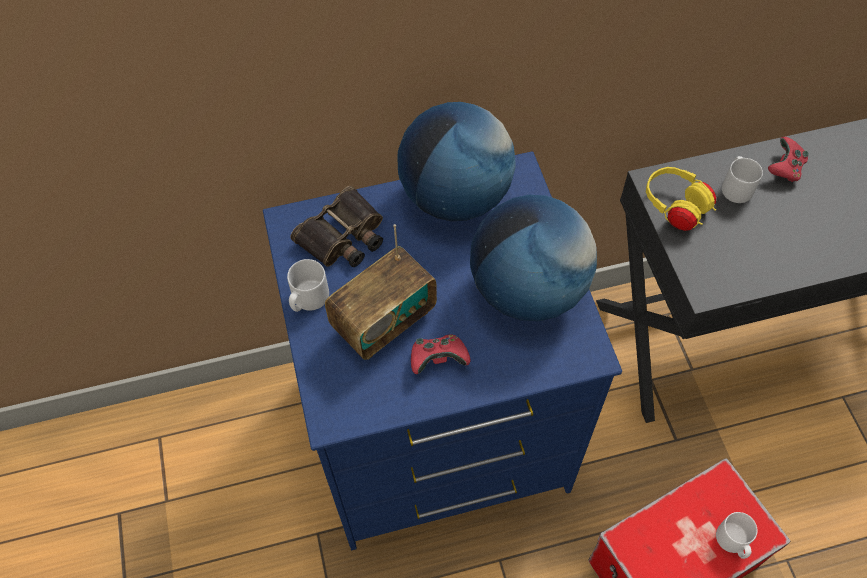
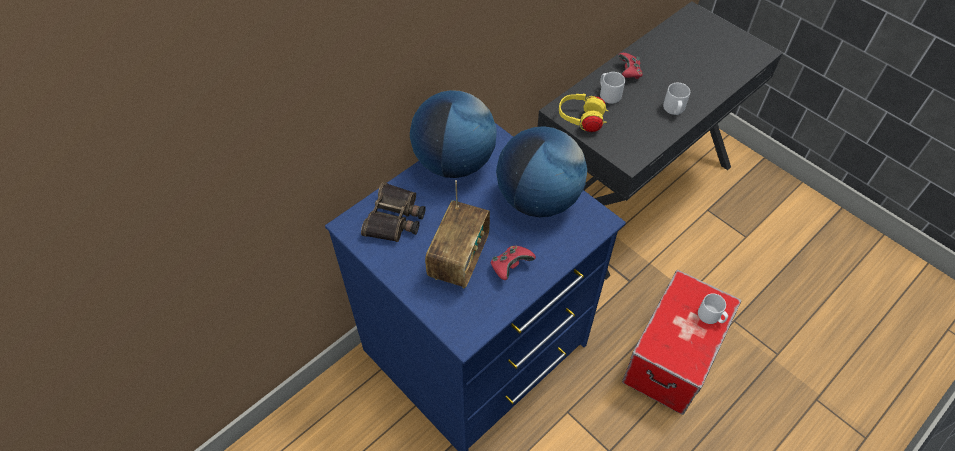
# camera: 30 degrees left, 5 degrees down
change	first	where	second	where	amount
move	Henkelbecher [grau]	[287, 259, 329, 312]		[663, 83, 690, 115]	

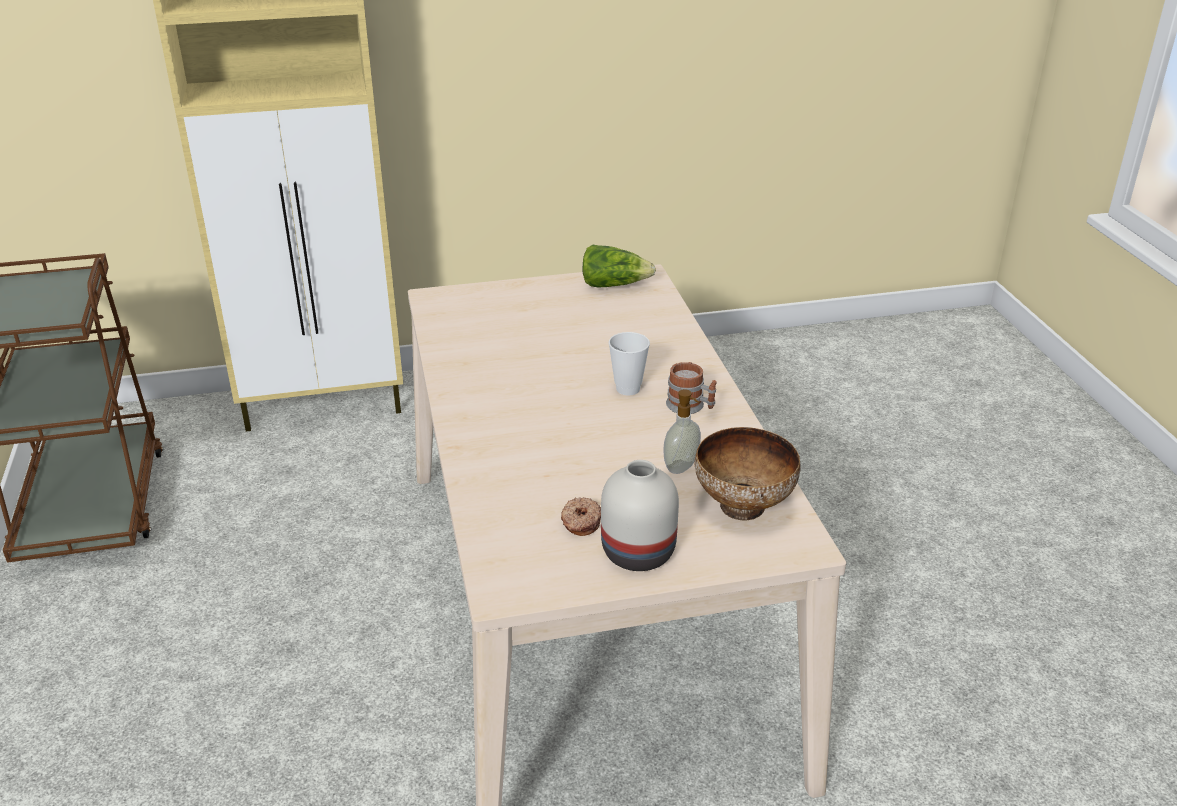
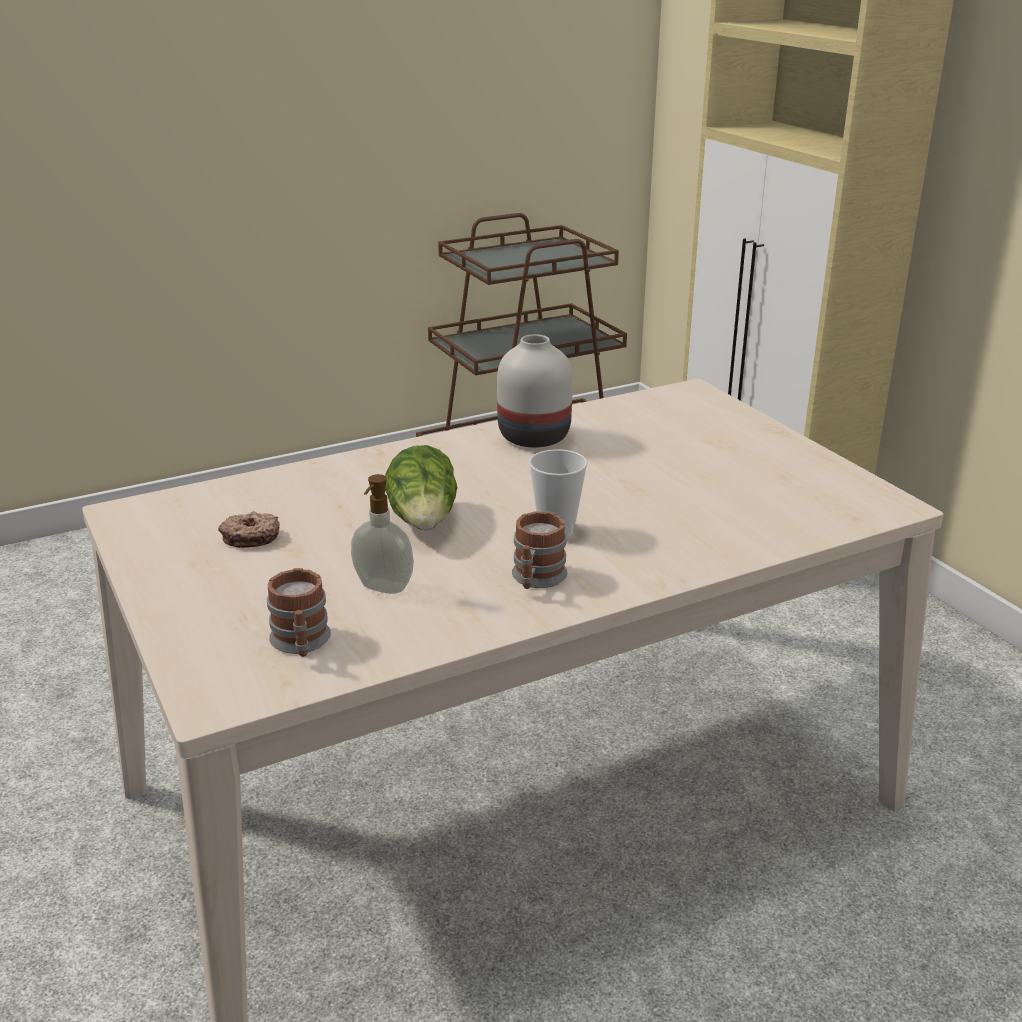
# camera: 75 degrees right, 5 degrees down
change	first	where	second	where	amount
move	Salatkopf	[583, 245, 656, 287]		[385, 445, 457, 530]	
move	Vase [weiß]	[601, 460, 679, 571]		[497, 334, 573, 447]	
replace	Schüssel	[694, 427, 801, 520]	Henkelbecher	[267, 568, 331, 657]	

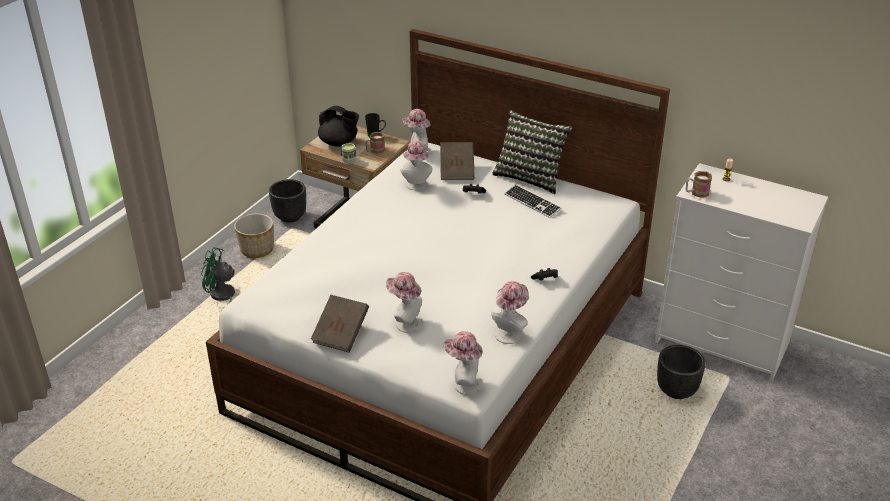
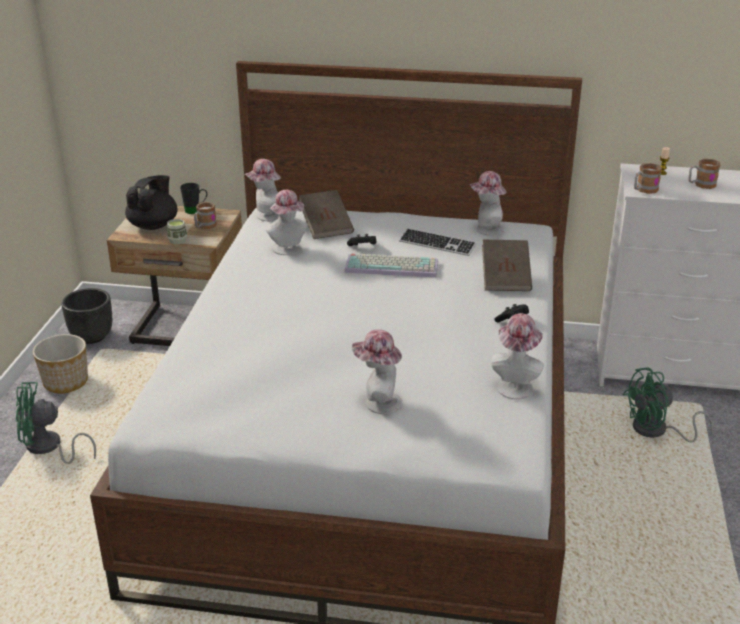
# camera: 20 degrees left, 5 degrees down
change	first	where	second	where	amount
move	Buch [braun]	[311, 295, 369, 353]		[482, 240, 532, 291]	
rotate	Teekanne [schwarz]	[318, 106, 359, 147]		[125, 175, 178, 230]	75 degrees counterclockwise
move	Hut	[444, 331, 483, 395]		[470, 171, 506, 236]	
delete	Kissen	[492, 110, 573, 194]			
replace	Pflanzkübel [schwarz]	[657, 345, 706, 399]	Ventilator [grün]	[623, 367, 713, 442]	
insert			Tastatur	[344, 253, 438, 277]	
insert			Henkelbecher	[688, 159, 720, 189]	

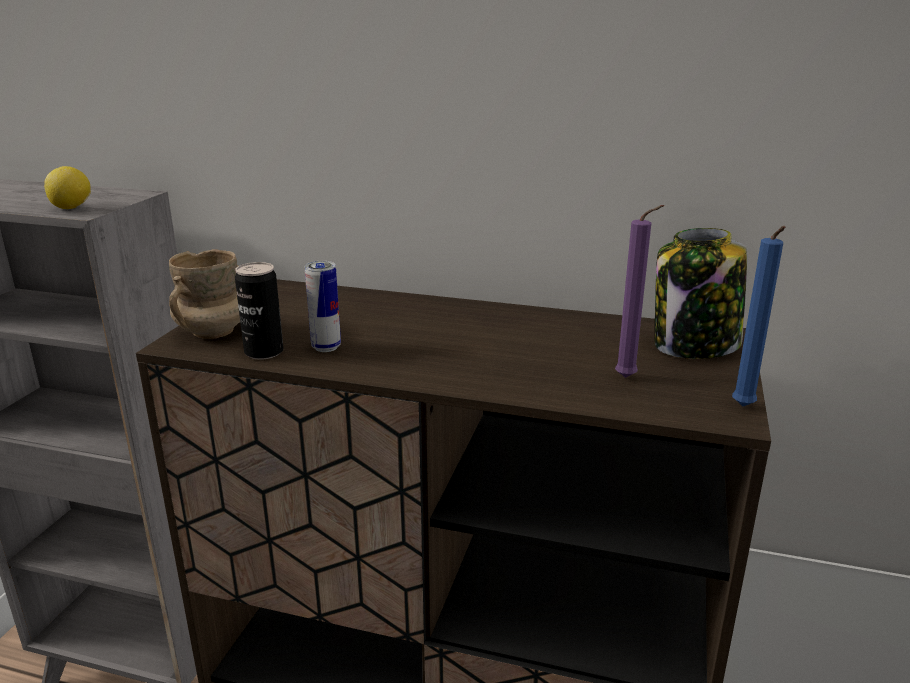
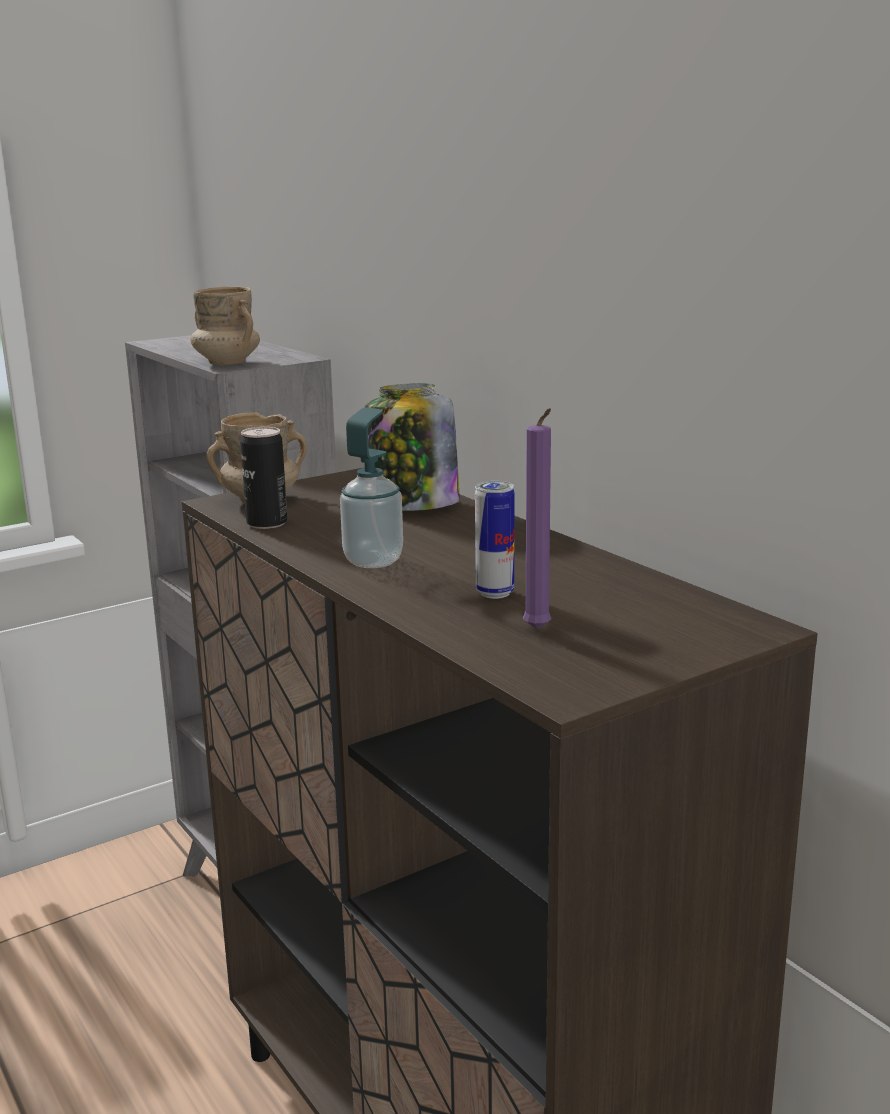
# camera: 40 degrees right, 5 degrees down
change	first	where	second	where	amount
replace	Zitrone	[44, 166, 91, 209]	Henkelbecher [beige]	[190, 286, 260, 365]	
move	Dose	[305, 261, 341, 352]		[475, 481, 515, 599]	
move	Vorratsglas	[655, 228, 747, 359]		[365, 383, 460, 511]	
delete	Kerze [blau]	[732, 226, 785, 406]			
insert			Seifenspender	[340, 407, 403, 568]	

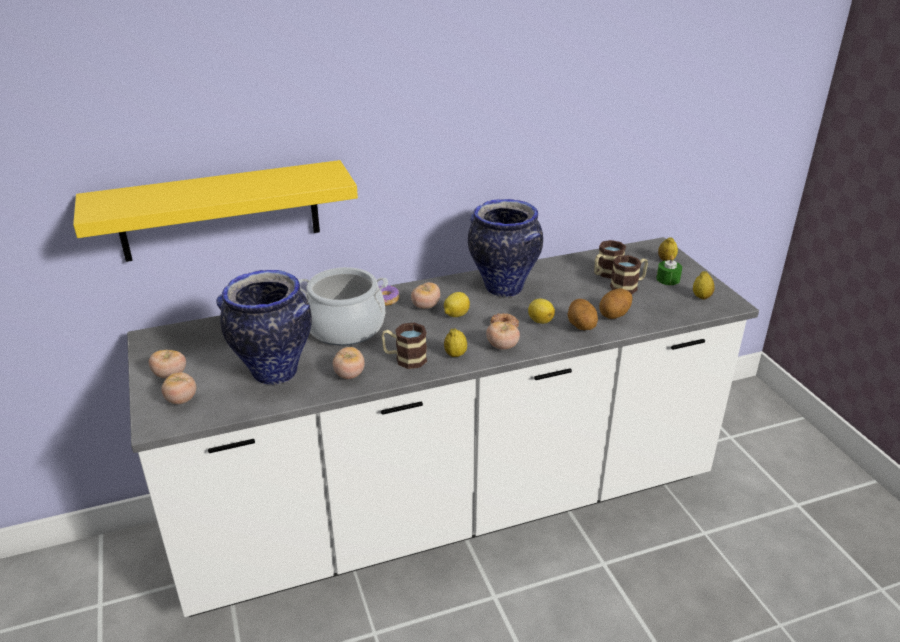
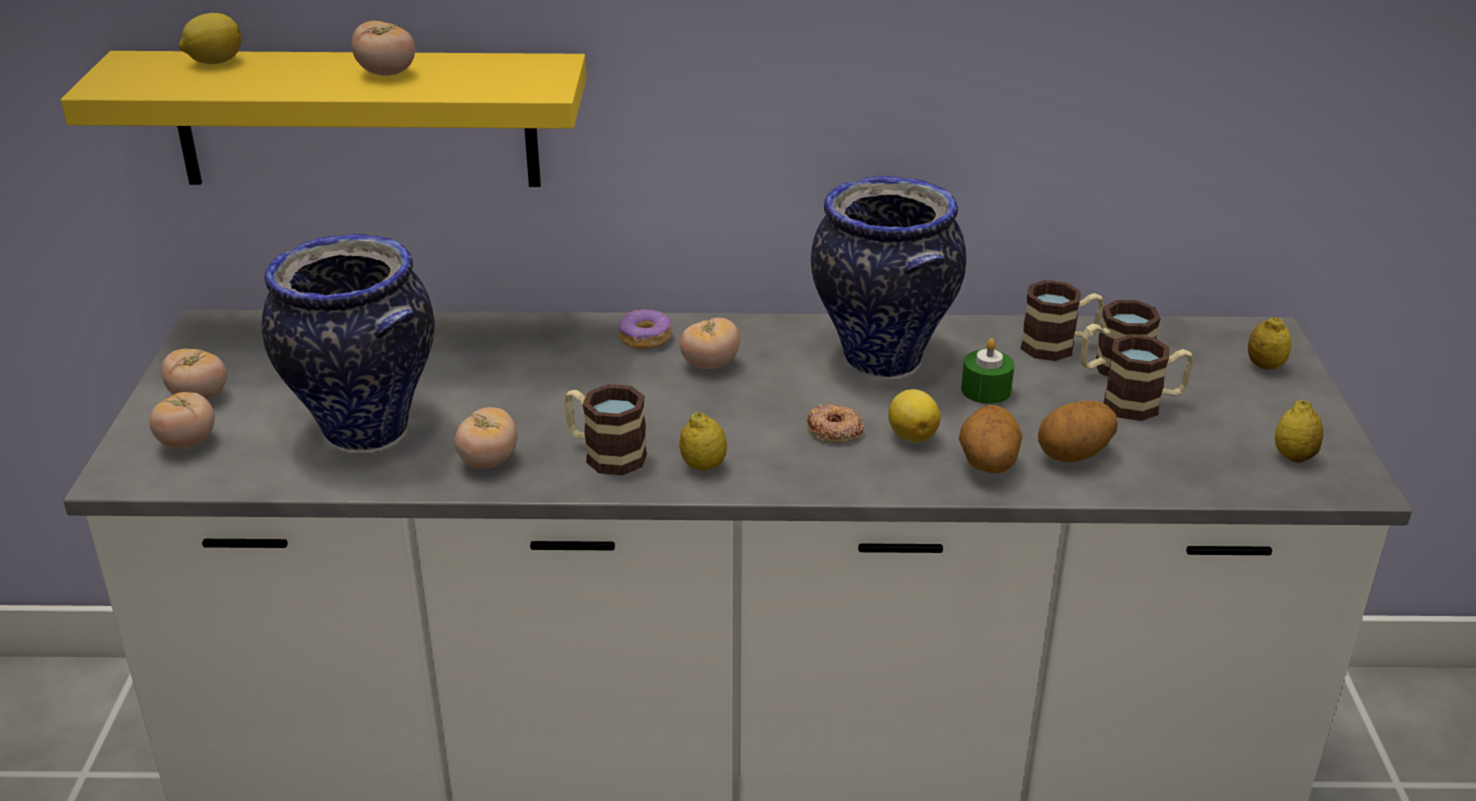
# camera: 20 degrees right, 0 degrees up
change	first	where	second	where	amount
delete	Kochtopf	[298, 267, 388, 346]			
move	Zitrone	[444, 292, 470, 317]		[179, 13, 241, 64]	
move	Tomate	[486, 322, 520, 350]		[352, 21, 415, 76]	
move	Kerze [grün]	[656, 255, 682, 285]		[961, 338, 1014, 404]	
insert			Henkelbecher	[1020, 280, 1104, 361]	

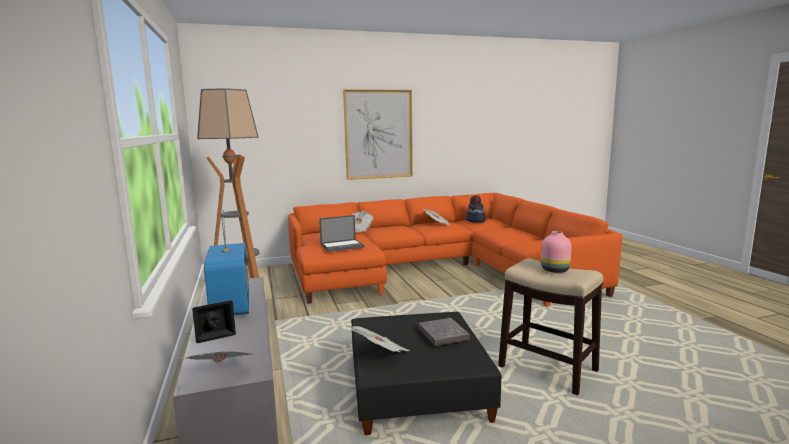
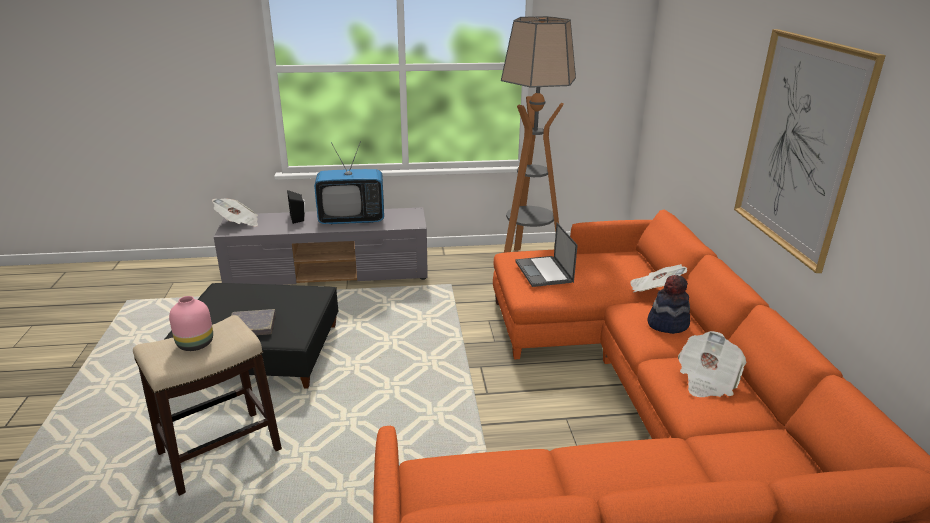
# camera: 100 degrees right, 15 degrees up
change	first	where	second	where	amount
delete	Zeitung	[350, 326, 410, 353]			
move	Hut	[466, 195, 486, 223]		[647, 275, 690, 334]	

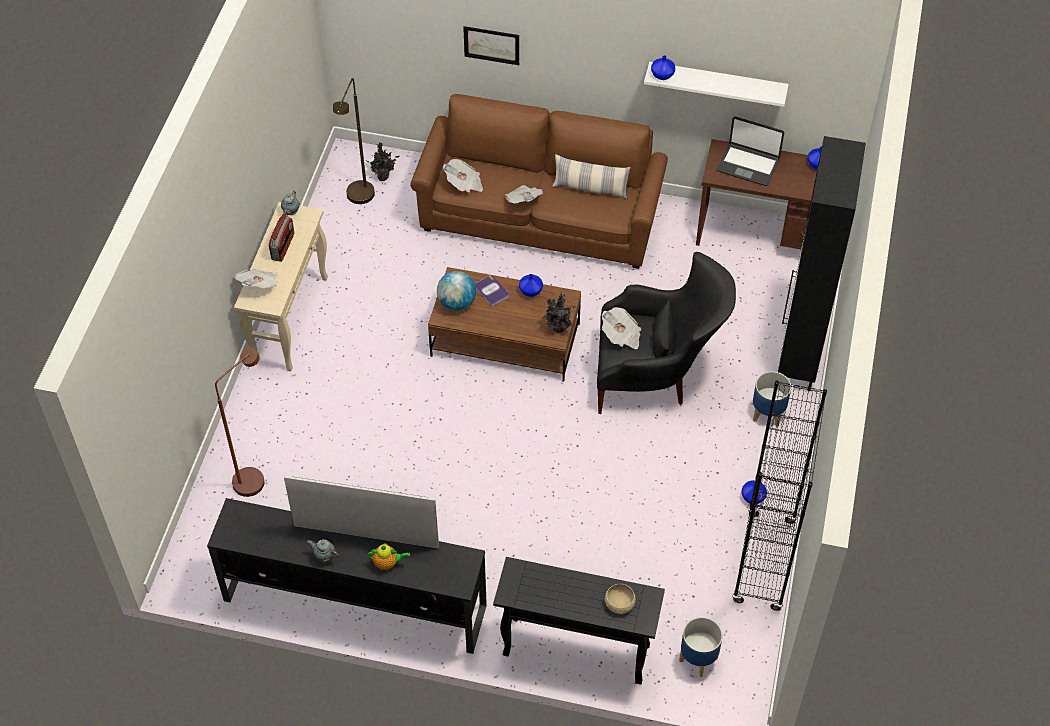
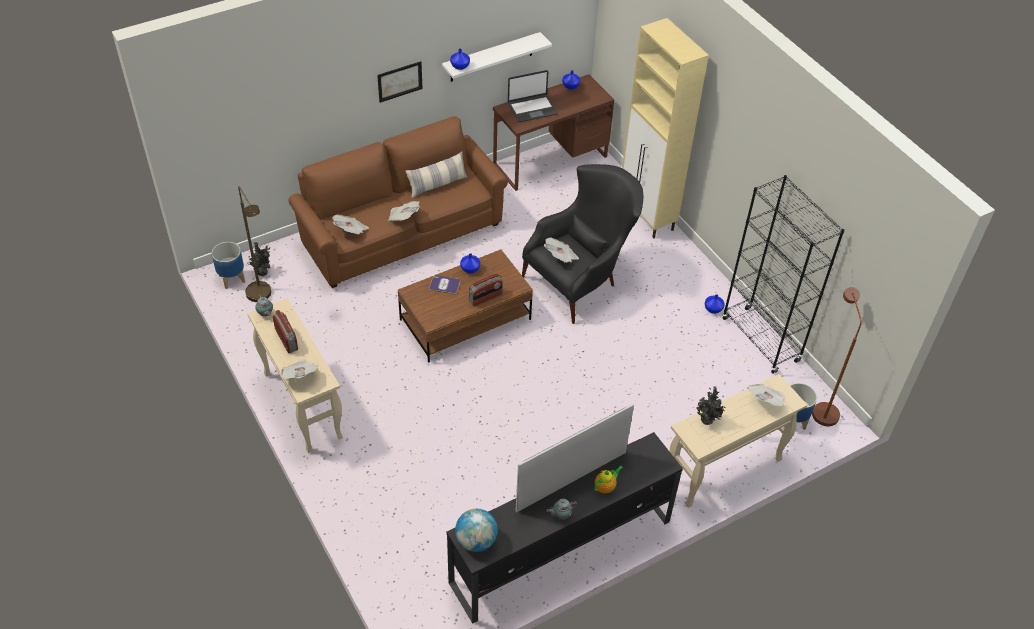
# camera: 45 degrees left, 5 degrees down
change	first	where	second	where	amount
move	Stehlampe [braun]	[215, 348, 265, 497]		[812, 287, 862, 426]	
move	Globus	[437, 271, 476, 311]		[455, 509, 498, 552]	
move	Bild	[463, 26, 519, 65]		[377, 61, 423, 103]	
recolor	Konsolentisch [schwarz]	[493, 557, 665, 685]	Konsolentisch [beige]	[669, 374, 807, 508]	
move	Topfpflanze	[542, 293, 576, 333]		[696, 386, 725, 425]	
replace	Schüssel [beige]	[605, 584, 636, 614]	Zeitung	[748, 384, 785, 406]	
move	Pflanzkübel	[753, 371, 791, 427]		[212, 242, 245, 289]	
recolor	Schrank [schwarz]	[778, 136, 866, 391]	Schrank [beige]	[622, 18, 709, 239]	
insert			Radio	[469, 273, 503, 306]	

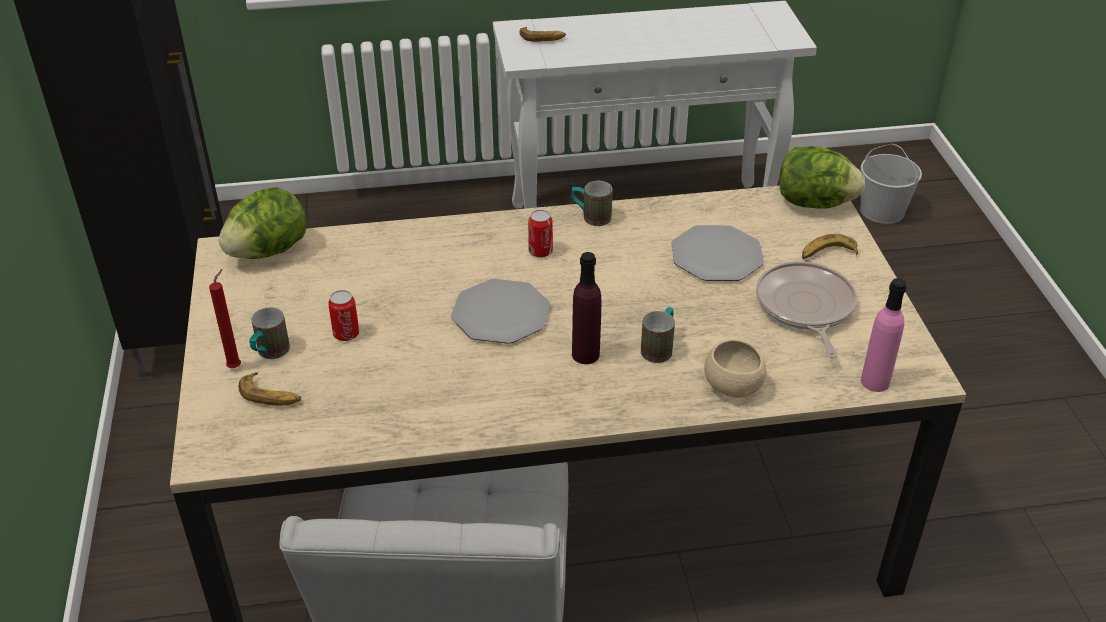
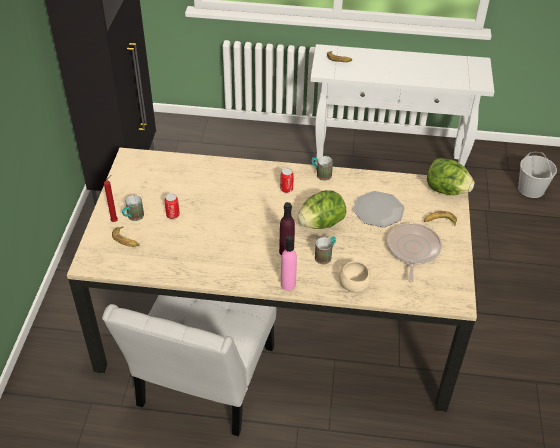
# camera: 15 degrees right, 5 degrees up
change	first	where	second	where	amount
move	Salatkopf	[219, 187, 307, 259]		[297, 190, 346, 229]	
delete	Teller	[451, 279, 551, 344]			
move	Flasche [rosa]	[861, 278, 907, 392]		[281, 235, 297, 291]	

